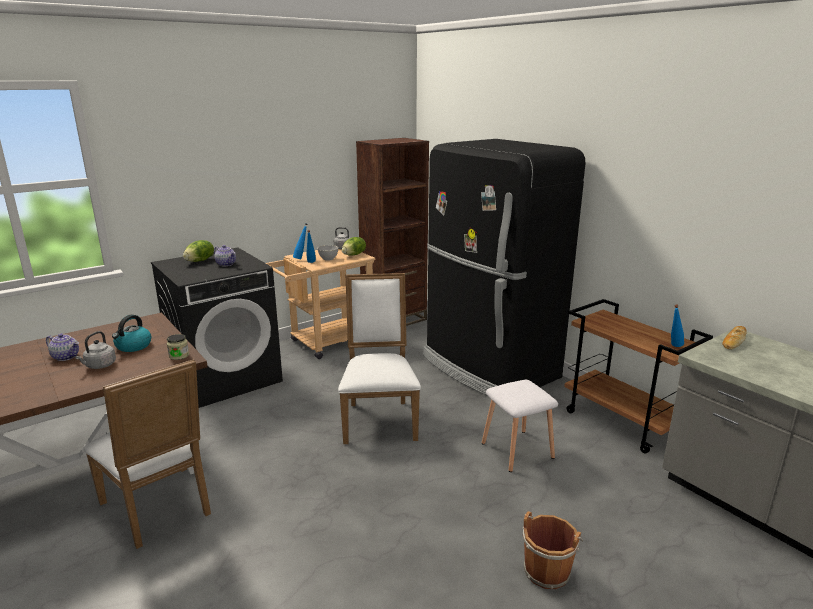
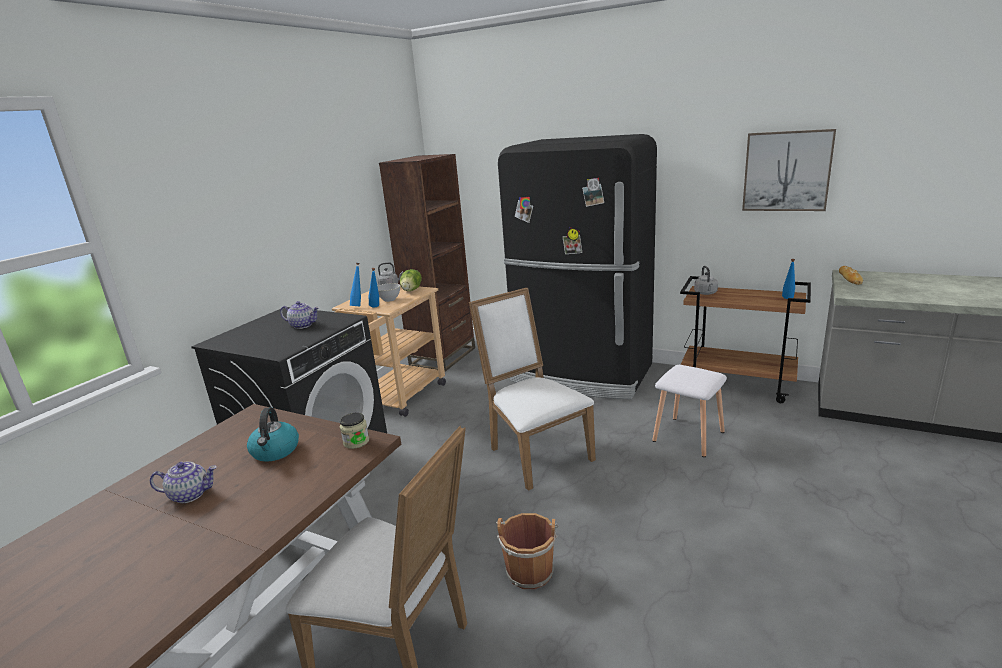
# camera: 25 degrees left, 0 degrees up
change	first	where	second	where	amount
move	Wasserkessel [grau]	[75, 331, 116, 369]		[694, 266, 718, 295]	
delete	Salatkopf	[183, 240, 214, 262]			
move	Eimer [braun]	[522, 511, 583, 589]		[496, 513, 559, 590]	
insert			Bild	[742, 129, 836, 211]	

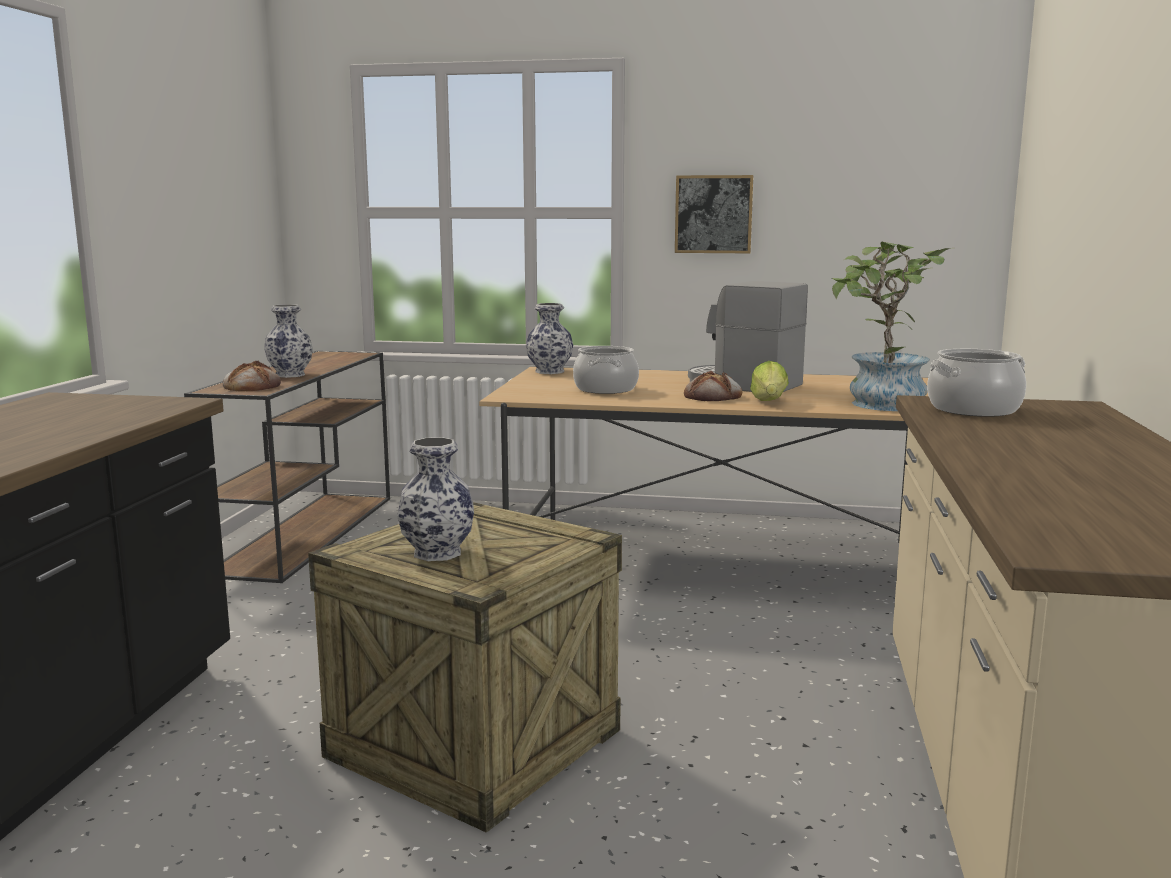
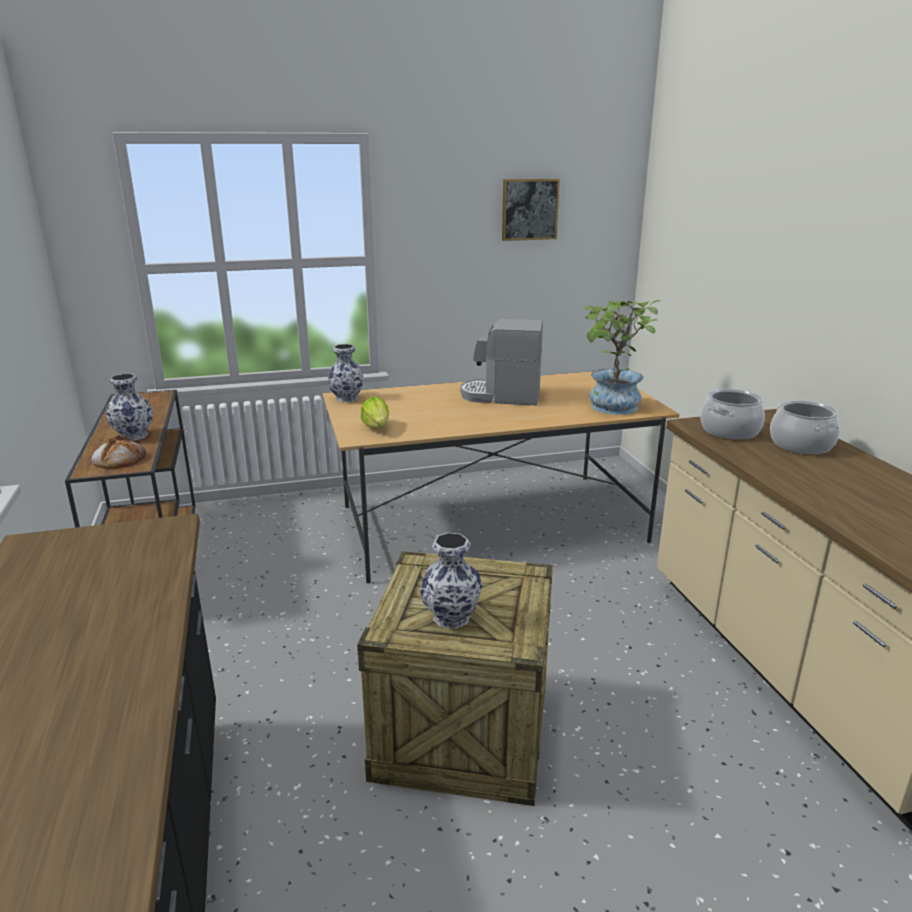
# camera: 25 degrees left, 10 degrees up
change	first	where	second	where	amount
move	Kochtopf	[573, 346, 639, 394]		[770, 400, 840, 454]	
move	Bild	[675, 175, 753, 253]		[502, 179, 560, 241]	
delete	Brot	[684, 371, 742, 401]			
move	Salatkopf	[750, 361, 789, 401]		[361, 397, 389, 429]	

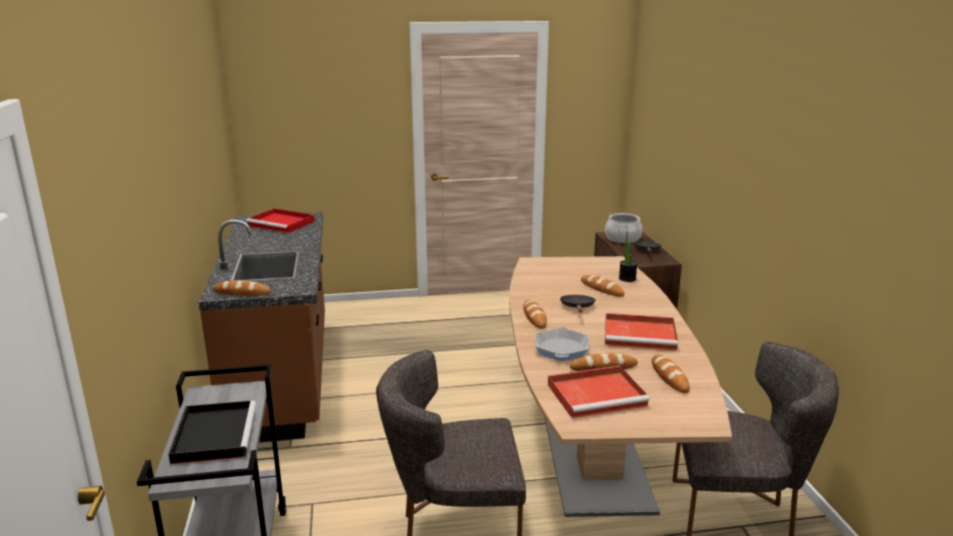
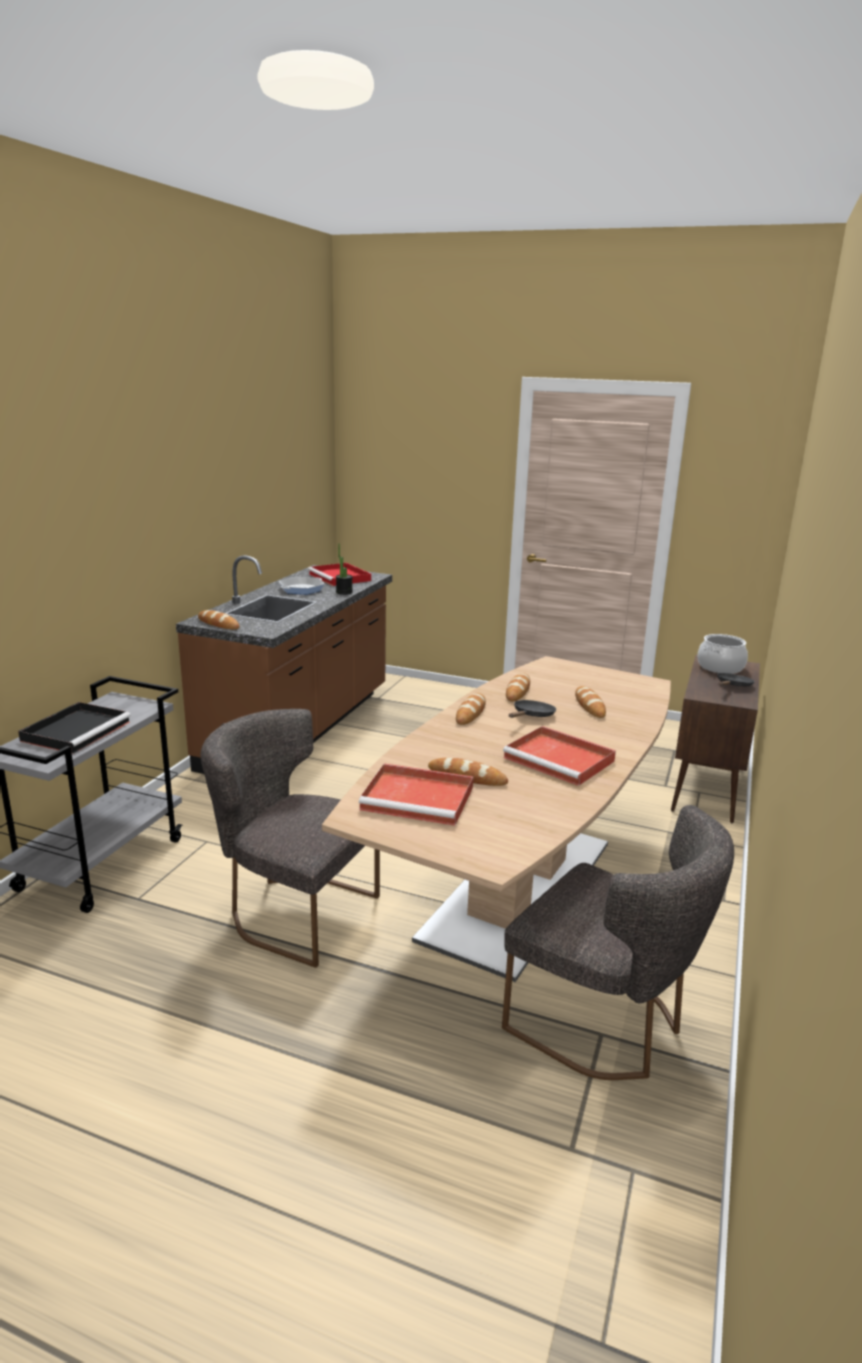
# camera: 30 degrees right, 0 degrees up
change	first	where	second	where	amount
move	Pfanne	[535, 327, 589, 361]		[279, 577, 324, 594]	
move	Topfpflanze	[619, 232, 637, 282]		[336, 543, 353, 595]	
move	Brot	[652, 355, 690, 393]		[506, 673, 530, 701]	

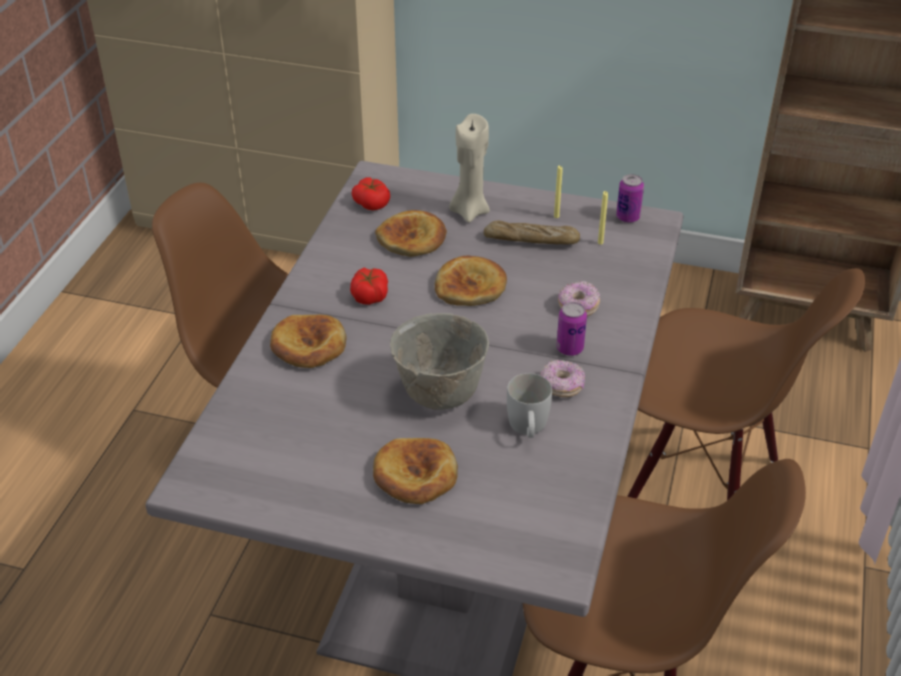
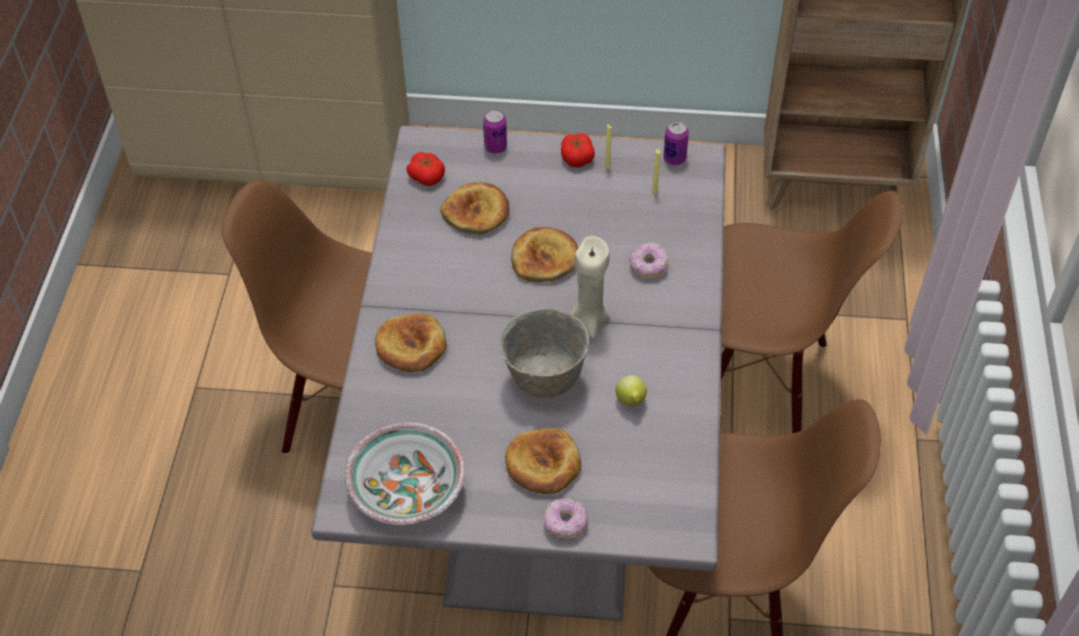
# camera: 10 degrees left, 10 degrees up
change	first	where	second	where	amount
move	Tomate	[350, 267, 388, 305]		[561, 133, 595, 167]	
move	Kerze [beige]	[449, 114, 490, 223]		[570, 236, 610, 339]	
delete	Brot	[484, 221, 580, 244]			
replace	Henkelbecher [weiß]	[507, 373, 552, 438]	Zitrone	[616, 375, 647, 406]	
move	Donut	[540, 360, 585, 397]		[543, 498, 588, 539]	
move	Dose	[556, 302, 587, 356]		[483, 109, 507, 154]	
insert			Schüssel	[345, 422, 465, 525]	

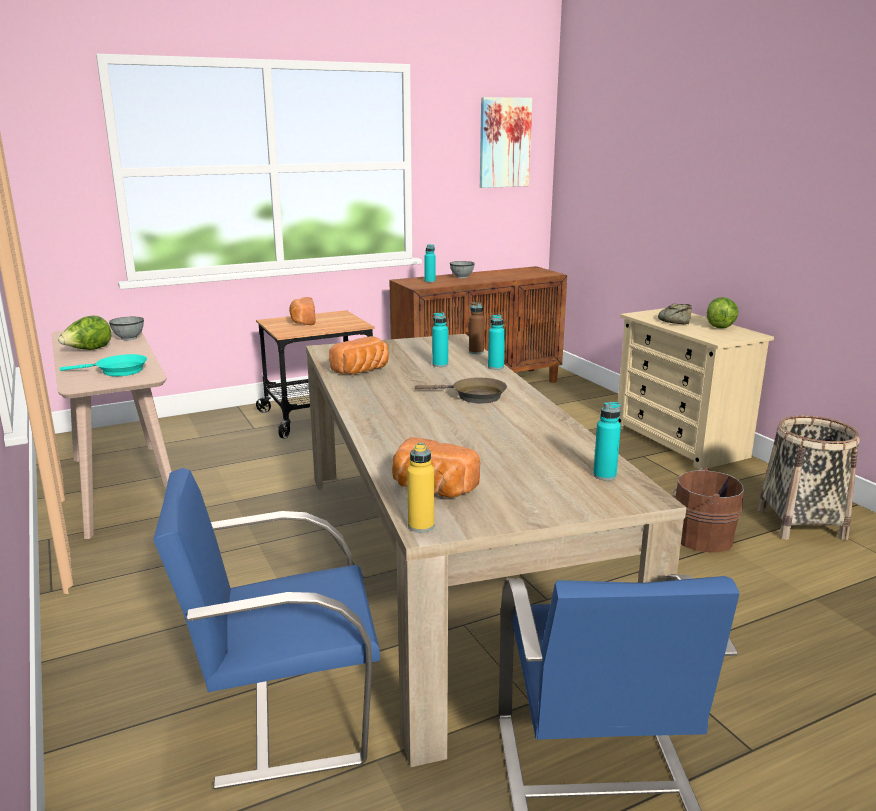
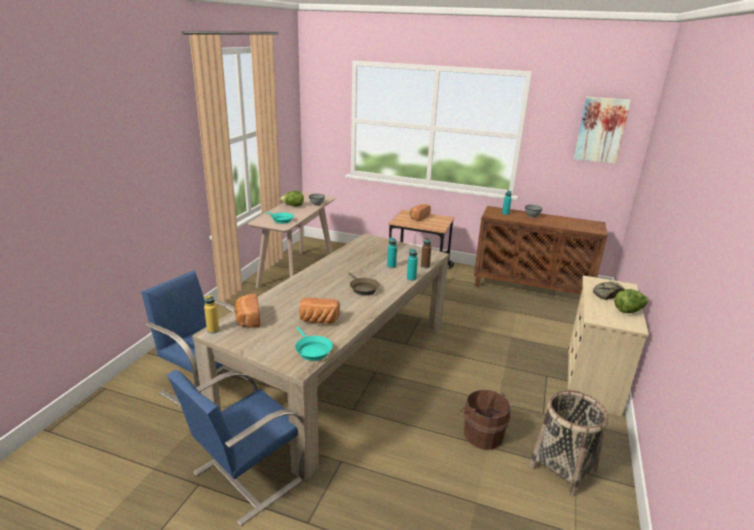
# camera: 45 degrees right, 5 degrees up
change	first	where	second	where	amount
move	Brot	[329, 336, 389, 375]		[299, 298, 340, 324]	
replace	Flasche [türkis]	[593, 402, 621, 480]	Pfanne [türkis]	[295, 327, 333, 361]	

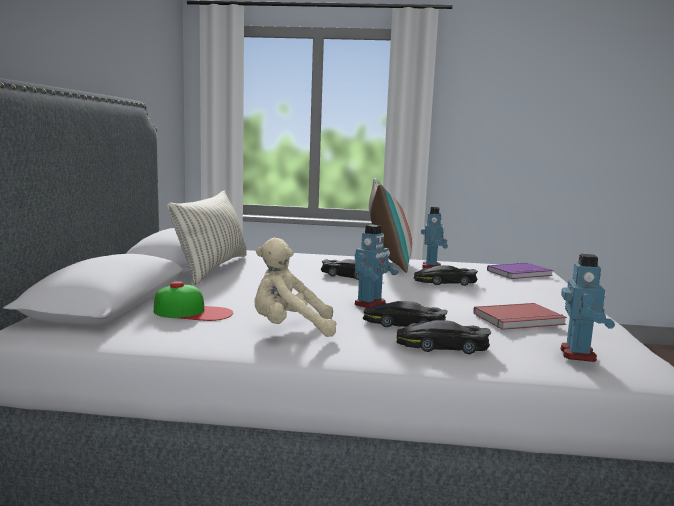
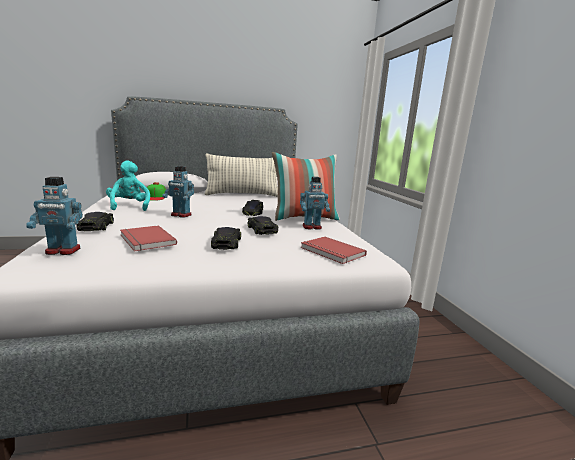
# camera: 70 degrees right, 5 degrees up
change	first	where	second	where	amount
recolor	Plüschtier [beige]	[254, 238, 337, 337]	Plüschtier [türkis]	[106, 160, 150, 211]	
move	Spielzeugauto [schwarz]	[363, 301, 448, 328]		[211, 227, 241, 250]	
recolor	Buch [lila]	[487, 263, 553, 279]	Buch [rot]	[301, 237, 367, 264]	

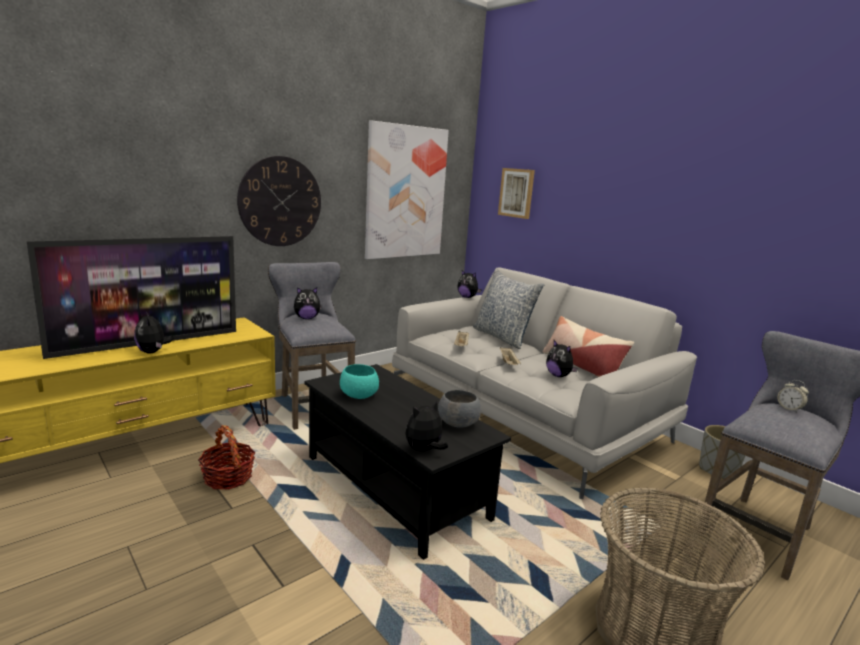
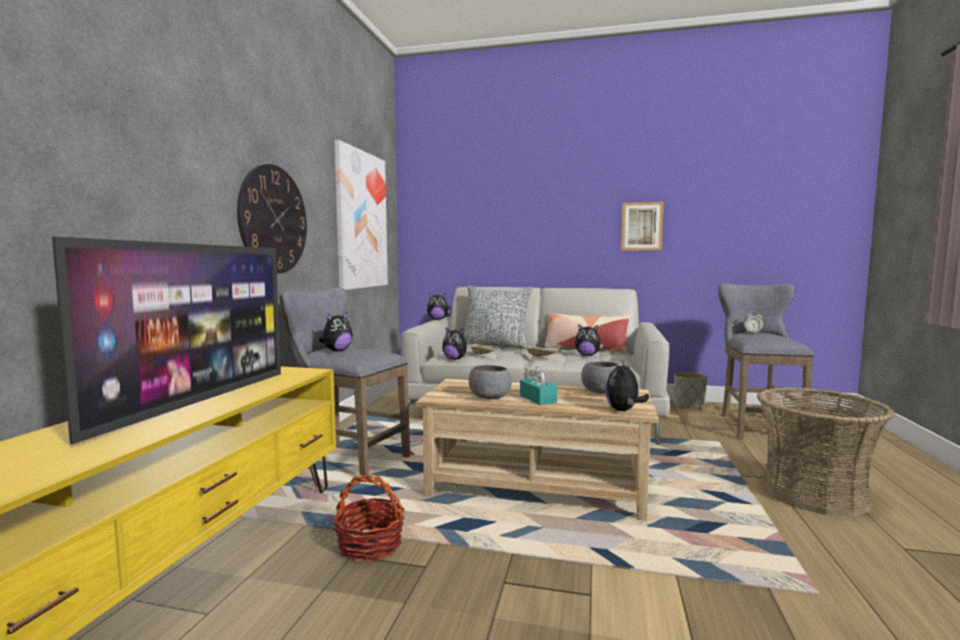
# camera: 35 degrees left, 10 degrees down
change	first	where	second	where	amount
move	Plüschtier	[134, 311, 173, 353]		[442, 328, 471, 360]	
recolor	Couchtisch [schwarz]	[304, 364, 511, 560]	Couchtisch [beige]	[416, 379, 659, 521]	
recolor	Schüssel [türkis]	[340, 364, 379, 399]	Schüssel [grau]	[468, 365, 512, 399]	
move	Bild	[498, 168, 535, 219]		[621, 202, 664, 251]	
insert			Taschentuchbox [türkis]	[520, 367, 557, 405]	

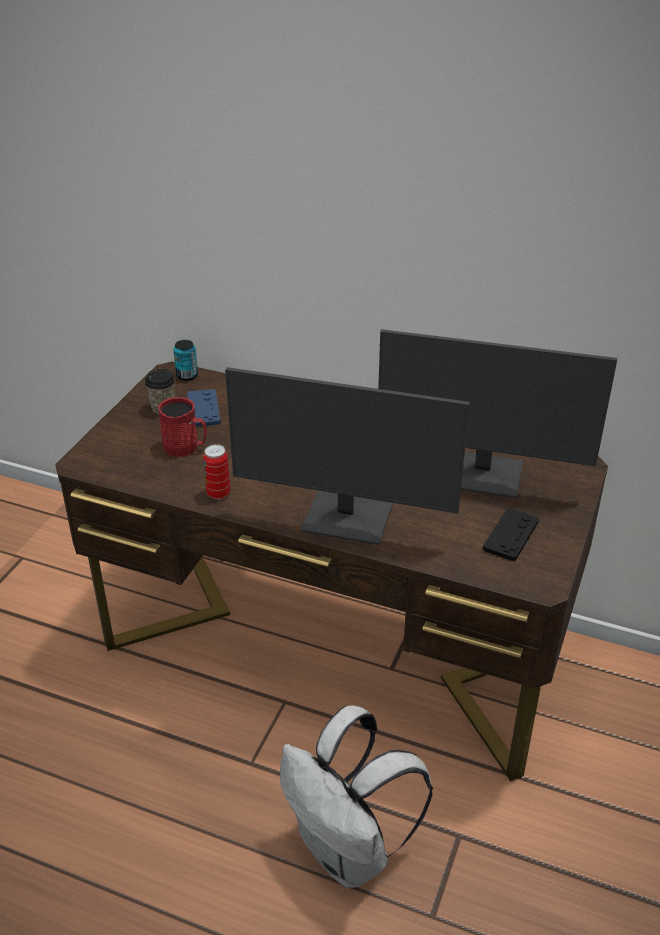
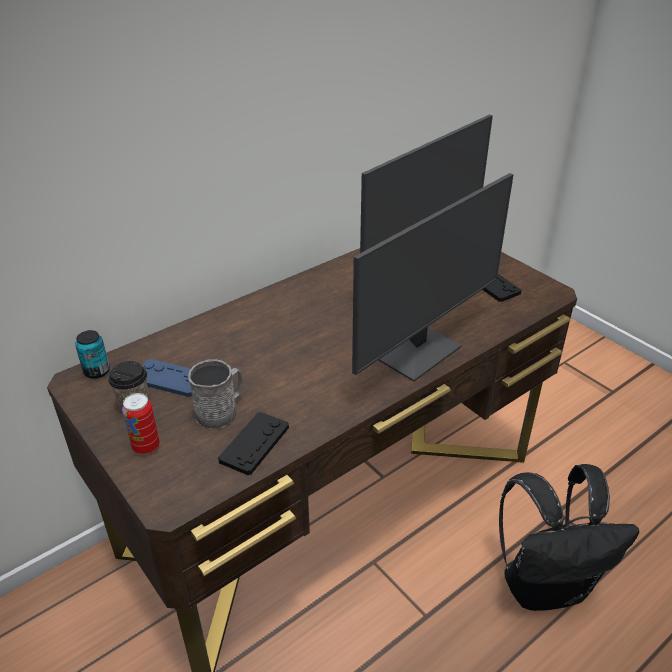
# camera: 60 degrees left, 0 degrees up
change	first	where	second	where	amount
recolor	Henkelbecher [rot]	[158, 397, 207, 457]	Henkelbecher [grau]	[188, 359, 242, 429]	
move	Dose	[203, 444, 230, 500]		[122, 393, 160, 455]	
recolor	Rucksack [weiß]	[280, 706, 433, 888]	Rucksack [schwarz]	[499, 464, 639, 611]	
insert			Gamepad [schwarz]	[218, 412, 289, 475]	

